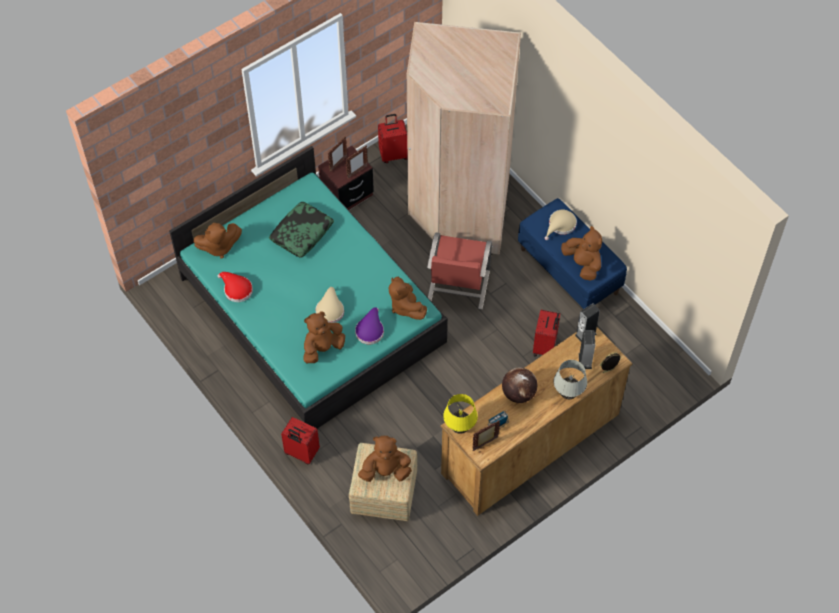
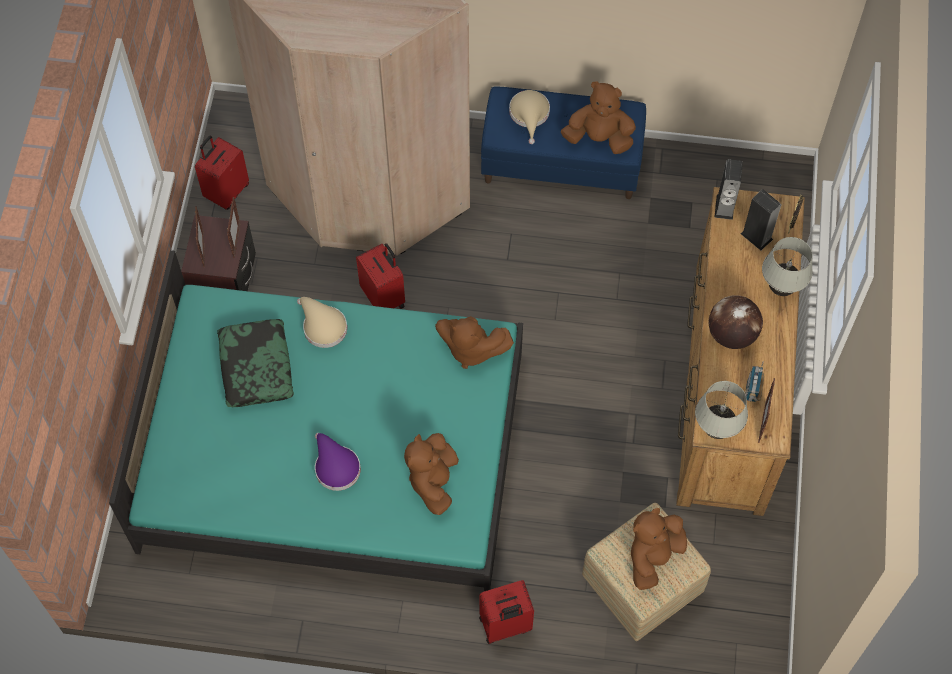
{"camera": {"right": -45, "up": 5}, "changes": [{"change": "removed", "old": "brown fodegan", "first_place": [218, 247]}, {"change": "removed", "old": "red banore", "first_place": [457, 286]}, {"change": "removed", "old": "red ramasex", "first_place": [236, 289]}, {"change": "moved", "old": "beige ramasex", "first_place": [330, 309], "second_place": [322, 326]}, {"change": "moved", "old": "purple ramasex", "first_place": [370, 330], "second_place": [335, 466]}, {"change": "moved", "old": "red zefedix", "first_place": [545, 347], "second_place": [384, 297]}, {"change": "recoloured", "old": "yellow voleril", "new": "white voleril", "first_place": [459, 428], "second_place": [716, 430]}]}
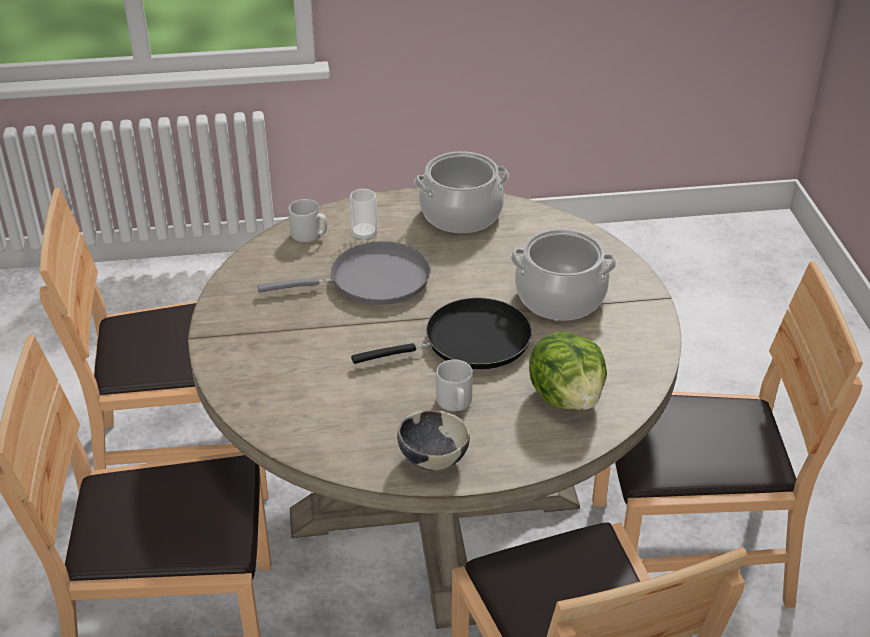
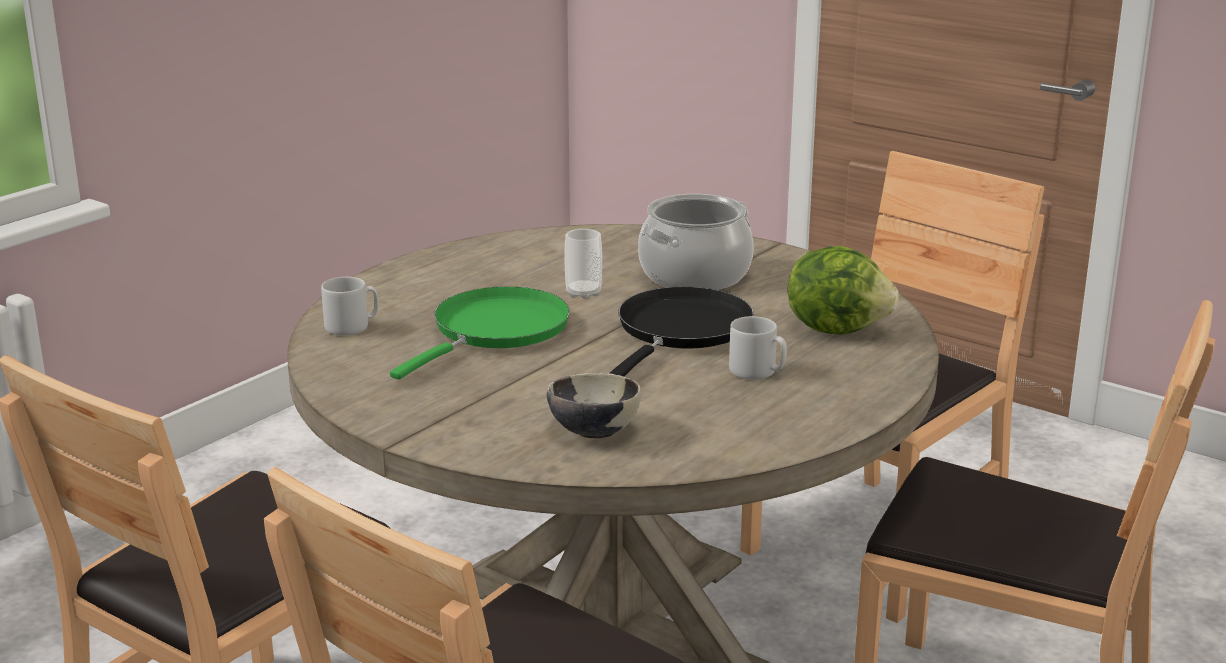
{"camera": {"right": -45, "up": -15}, "changes": [{"change": "removed", "old": "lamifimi", "first_place": [461, 215]}, {"change": "moved", "old": "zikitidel", "first_place": [364, 234], "second_place": [583, 294]}, {"change": "recoloured", "old": "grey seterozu", "new": "green seterozu", "first_place": [372, 281], "second_place": [495, 331]}, {"change": "moved", "old": "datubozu", "first_place": [432, 459], "second_place": [593, 432]}]}
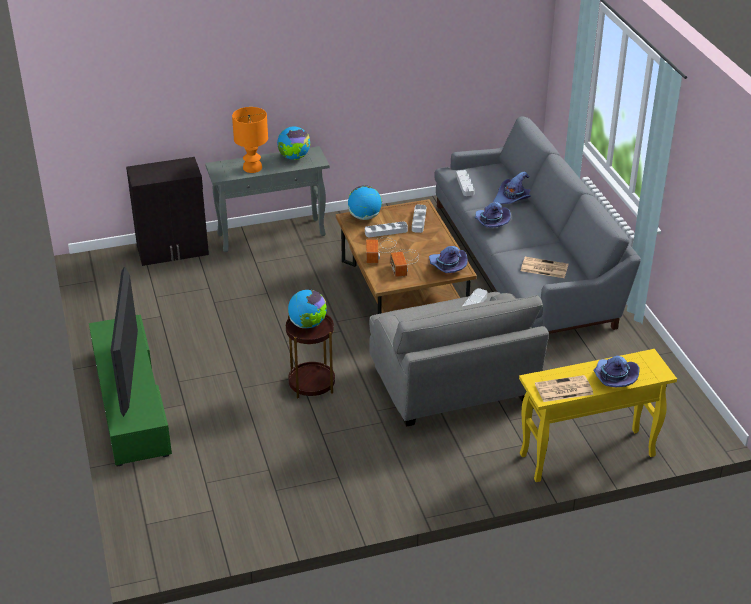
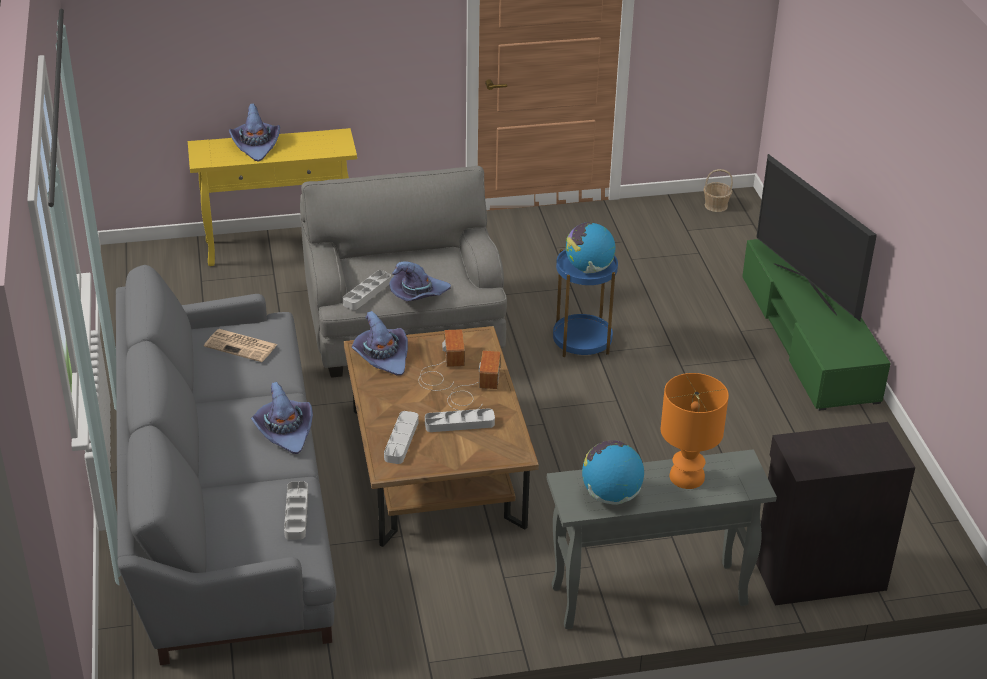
{"camera": {"right": -175, "up": 0}, "changes": [{"change": "moved", "old": "purple ramasex", "first_place": [513, 198], "second_place": [418, 293]}, {"change": "removed", "old": "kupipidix", "first_place": [364, 217]}, {"change": "turned", "old": "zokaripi", "first_place": [131, 379], "second_place": [805, 288], "degrees": 150}, {"change": "recoloured", "old": "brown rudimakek", "new": "blue rudimakek", "first_place": [312, 384], "second_place": [582, 342]}, {"change": "removed", "old": "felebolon", "first_place": [563, 389]}, {"change": "added", "new": "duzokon", "second_place": [715, 205]}]}
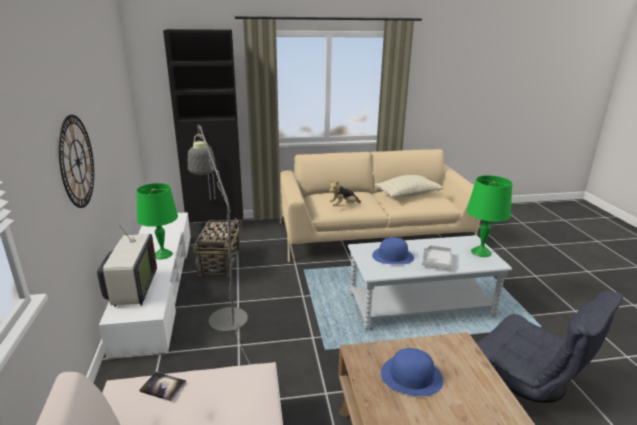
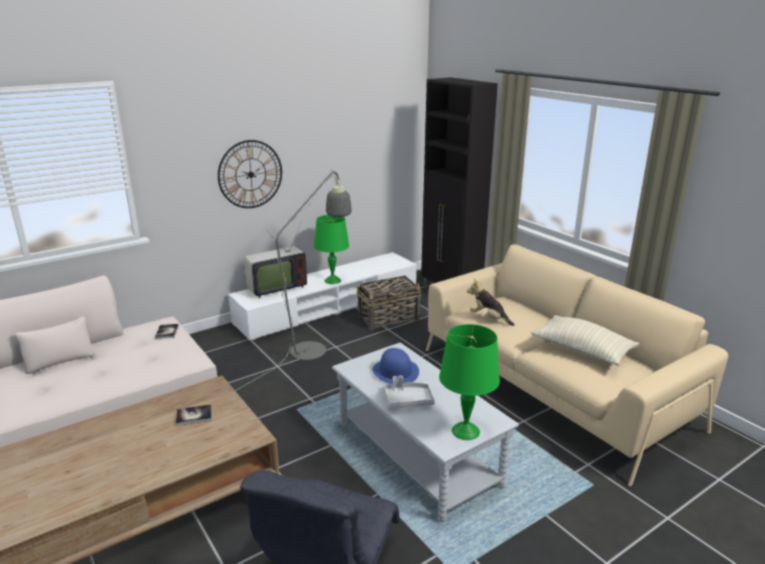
{"camera": {"right": 65, "up": 0}, "changes": [{"change": "replaced", "old": "blue ramasex", "new": "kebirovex", "first_place": [411, 376], "second_place": [194, 416]}]}
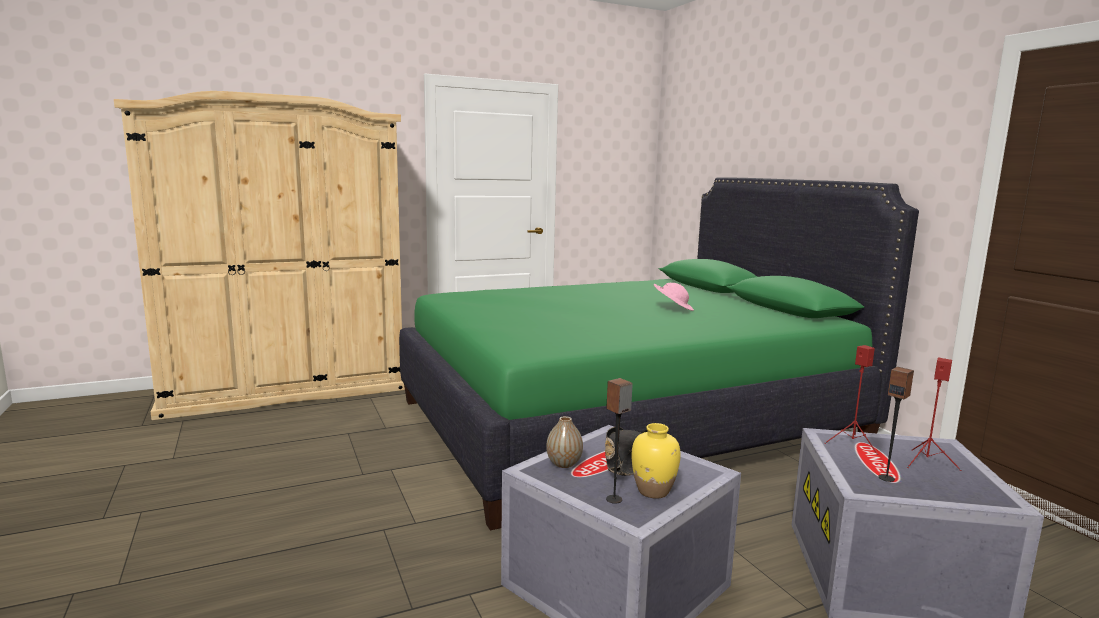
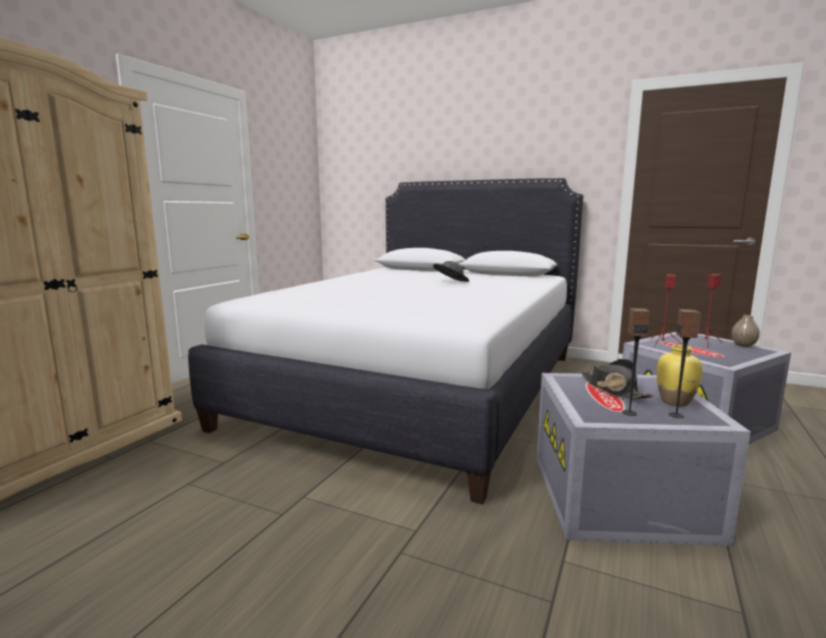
{"camera": {"right": -40, "up": 0}, "changes": [{"change": "recoloured", "old": "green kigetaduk", "new": "white kigetaduk", "first_place": [626, 422], "second_place": [419, 387]}, {"change": "recoloured", "old": "pink ramasex", "new": "grey ramasex", "first_place": [672, 308], "second_place": [450, 282]}, {"change": "moved", "old": "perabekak", "first_place": [886, 478], "second_place": [629, 413]}, {"change": "moved", "old": "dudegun", "first_place": [564, 464], "second_place": [743, 345]}]}
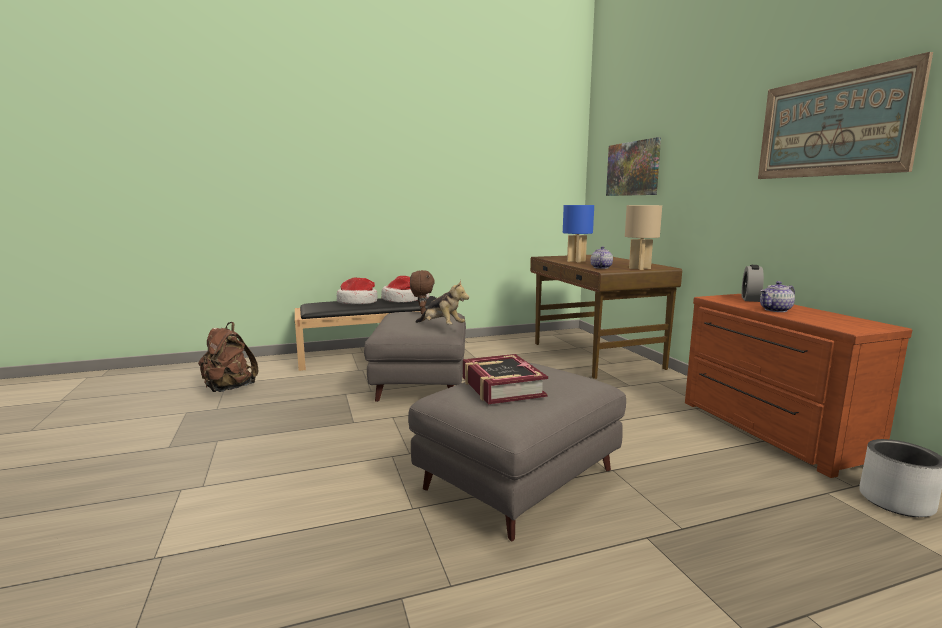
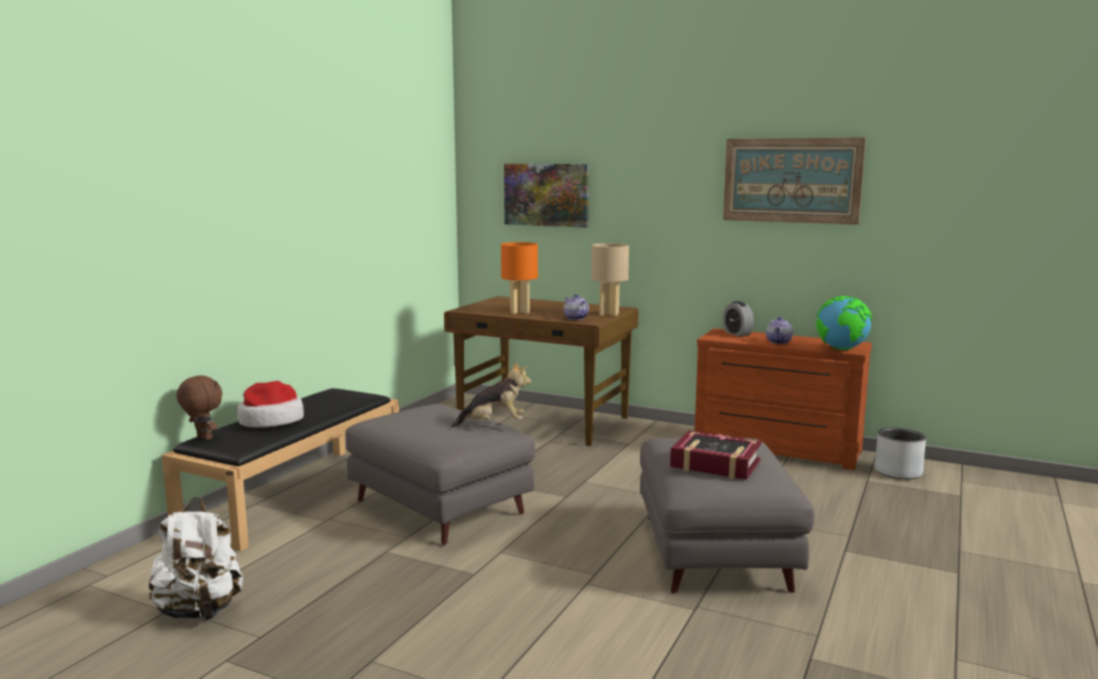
{"camera": {"right": -45, "up": 0}, "changes": [{"change": "recoloured", "old": "blue voleril", "new": "orange voleril", "first_place": [576, 261], "second_place": [519, 311]}, {"change": "moved", "old": "brown fodegan", "first_place": [422, 312], "second_place": [203, 438]}, {"change": "removed", "old": "ramasex", "first_place": [402, 300]}, {"change": "recoloured", "old": "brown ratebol", "new": "white ratebol", "first_place": [228, 389], "second_place": [200, 611]}, {"change": "added", "new": "kupipidix", "second_place": [842, 349]}]}
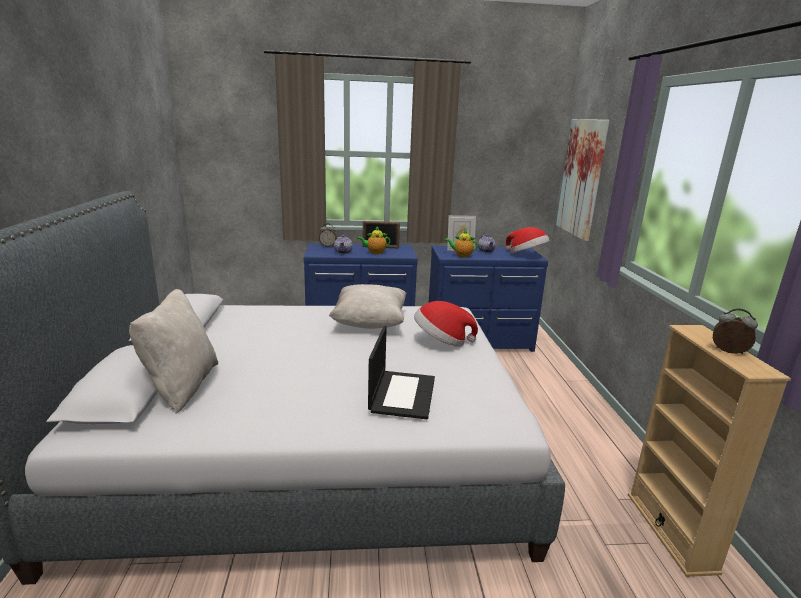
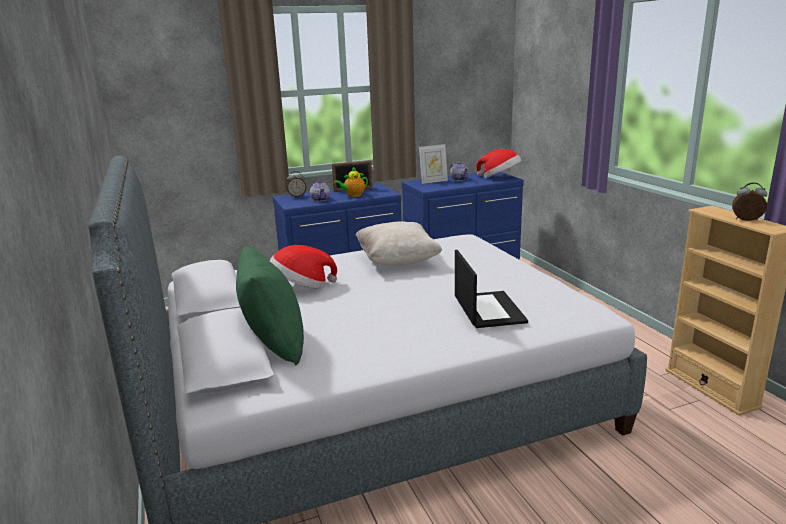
{"camera": {"right": -15, "up": 0}, "changes": [{"change": "removed", "old": "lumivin", "first_place": [581, 178]}, {"change": "removed", "old": "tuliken", "first_place": [461, 255]}, {"change": "recoloured", "old": "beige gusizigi", "new": "green gusizigi", "first_place": [181, 386], "second_place": [274, 344]}, {"change": "moved", "old": "ramasex", "first_place": [441, 341], "second_place": [302, 287]}]}
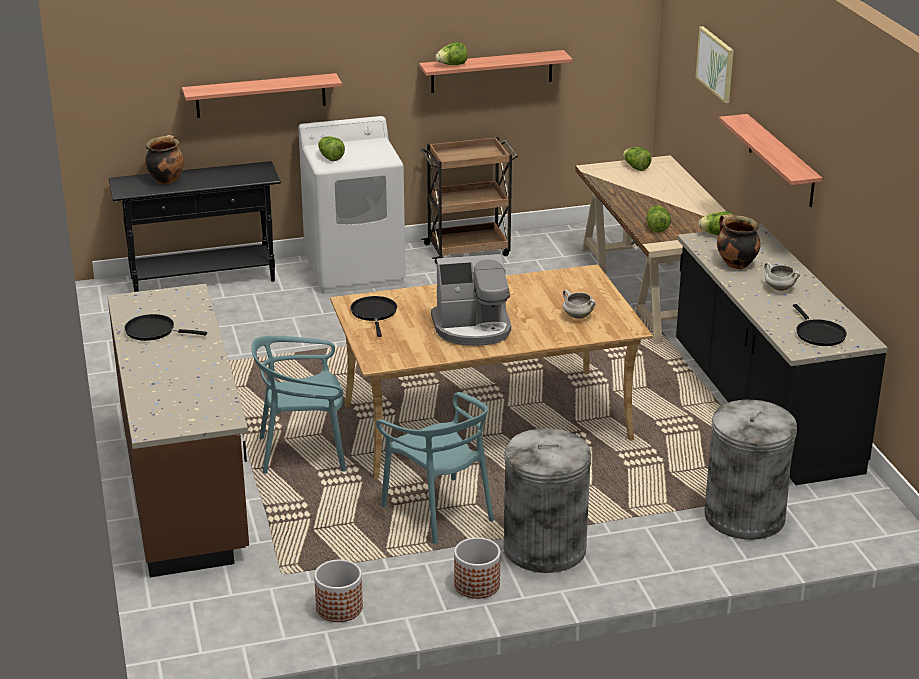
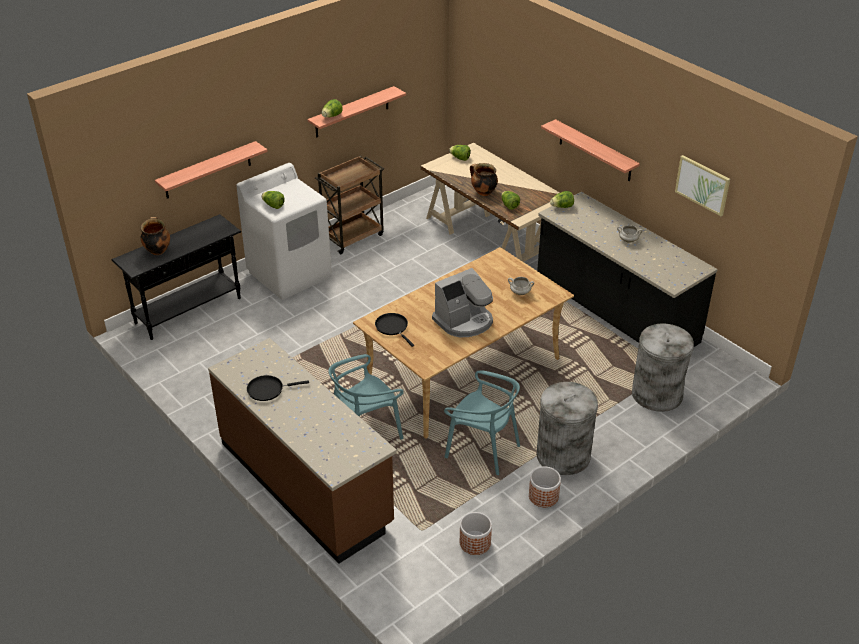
{"camera": {"right": -25, "up": 10}, "changes": [{"change": "moved", "old": "lumivin", "first_place": [716, 64], "second_place": [702, 185]}, {"change": "moved", "old": "lamifimi", "first_place": [735, 264], "second_place": [483, 192]}, {"change": "removed", "old": "black seterozu", "first_place": [818, 334]}]}
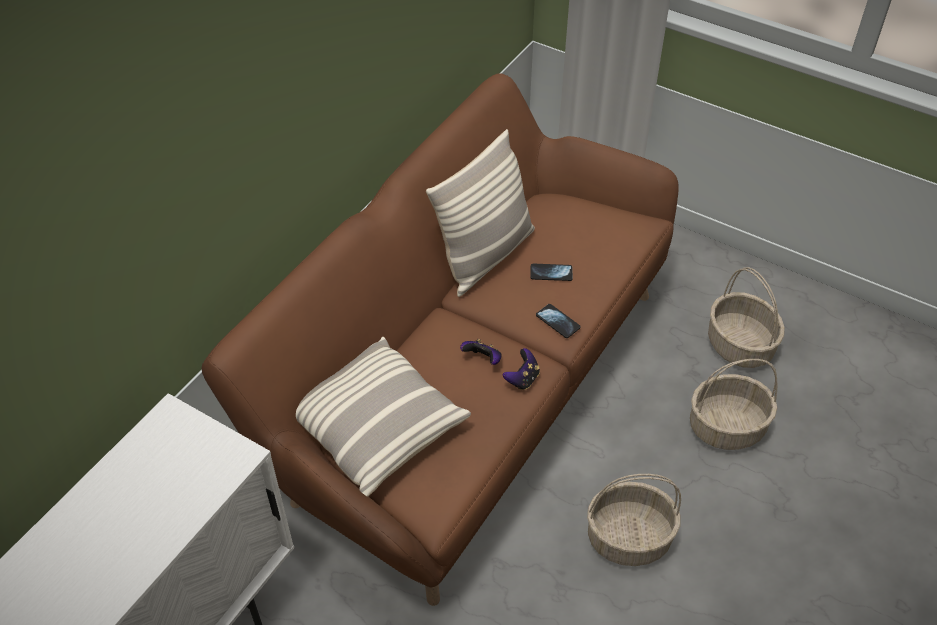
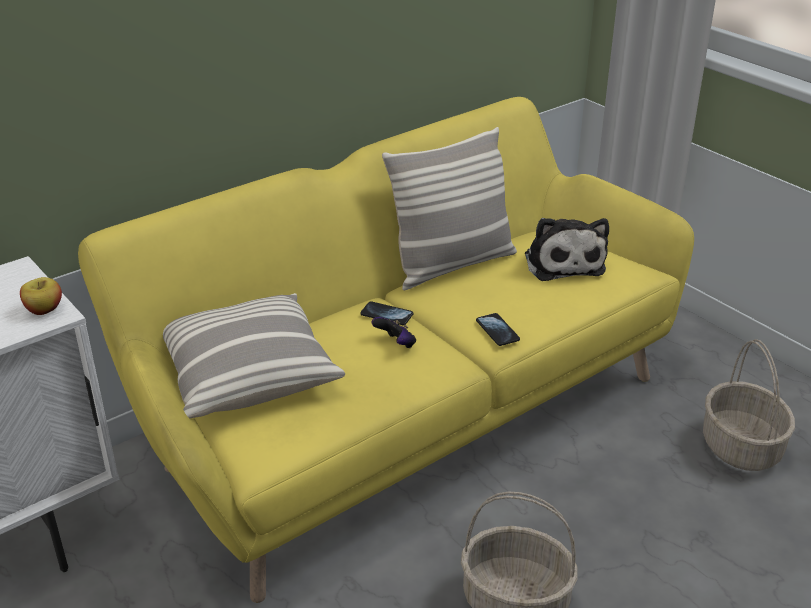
{"camera": {"right": 20, "up": -15}, "changes": [{"change": "recoloured", "old": "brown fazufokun", "new": "yellow fazufokun", "first_place": [469, 391], "second_place": [406, 416]}, {"change": "moved", "old": "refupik", "first_place": [551, 273], "second_place": [386, 315]}, {"change": "removed", "old": "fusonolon", "first_place": [522, 379]}, {"change": "removed", "old": "duzokon", "first_place": [726, 428]}, {"change": "added", "new": "fodegan", "second_place": [563, 262]}, {"change": "added", "new": "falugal", "second_place": [44, 309]}]}
